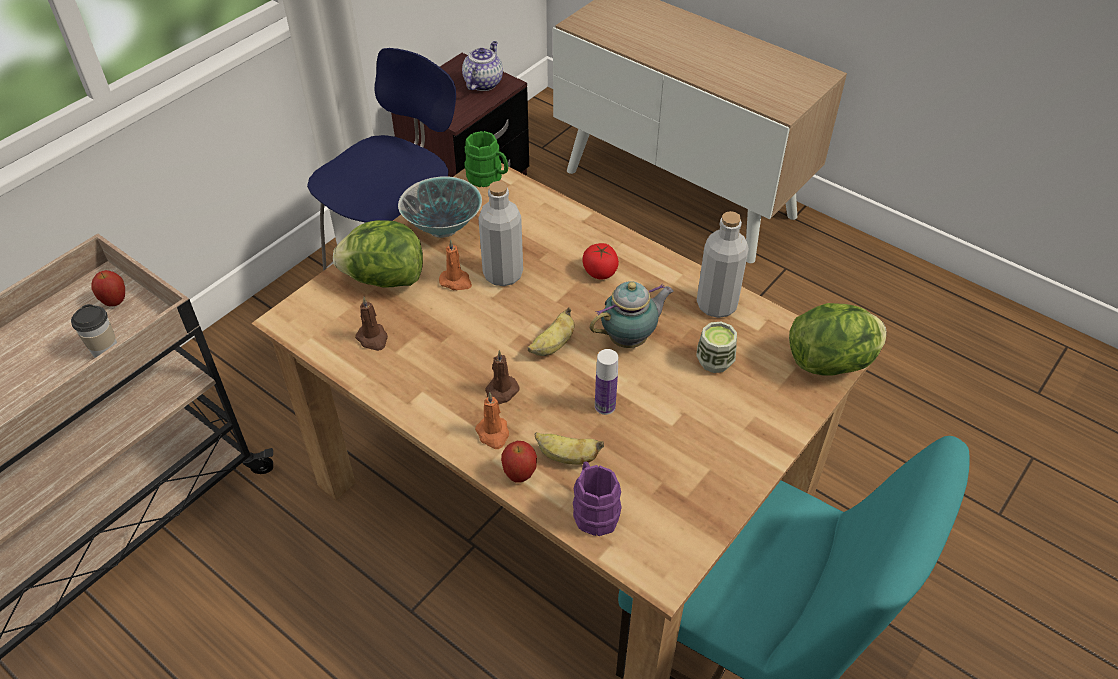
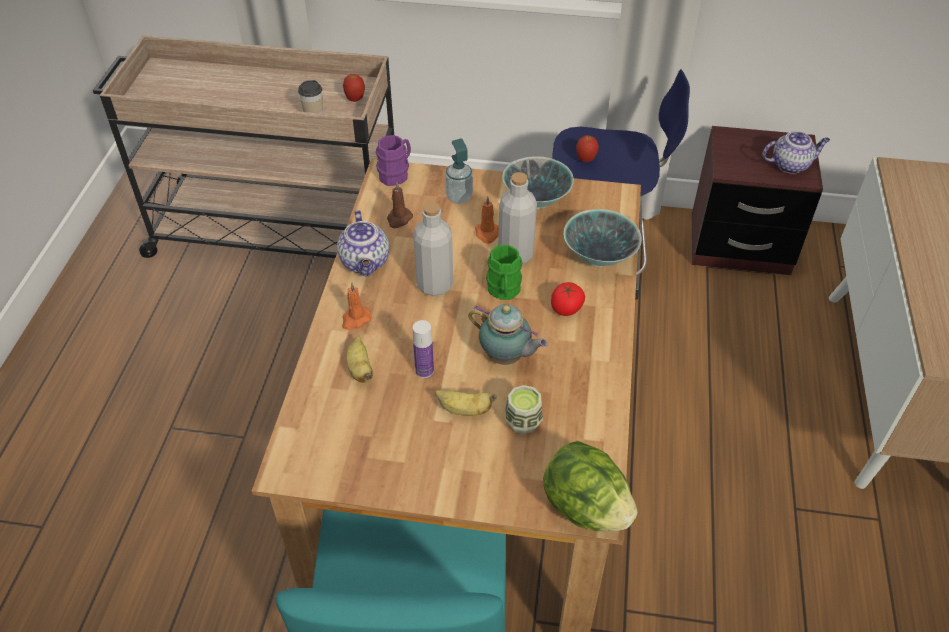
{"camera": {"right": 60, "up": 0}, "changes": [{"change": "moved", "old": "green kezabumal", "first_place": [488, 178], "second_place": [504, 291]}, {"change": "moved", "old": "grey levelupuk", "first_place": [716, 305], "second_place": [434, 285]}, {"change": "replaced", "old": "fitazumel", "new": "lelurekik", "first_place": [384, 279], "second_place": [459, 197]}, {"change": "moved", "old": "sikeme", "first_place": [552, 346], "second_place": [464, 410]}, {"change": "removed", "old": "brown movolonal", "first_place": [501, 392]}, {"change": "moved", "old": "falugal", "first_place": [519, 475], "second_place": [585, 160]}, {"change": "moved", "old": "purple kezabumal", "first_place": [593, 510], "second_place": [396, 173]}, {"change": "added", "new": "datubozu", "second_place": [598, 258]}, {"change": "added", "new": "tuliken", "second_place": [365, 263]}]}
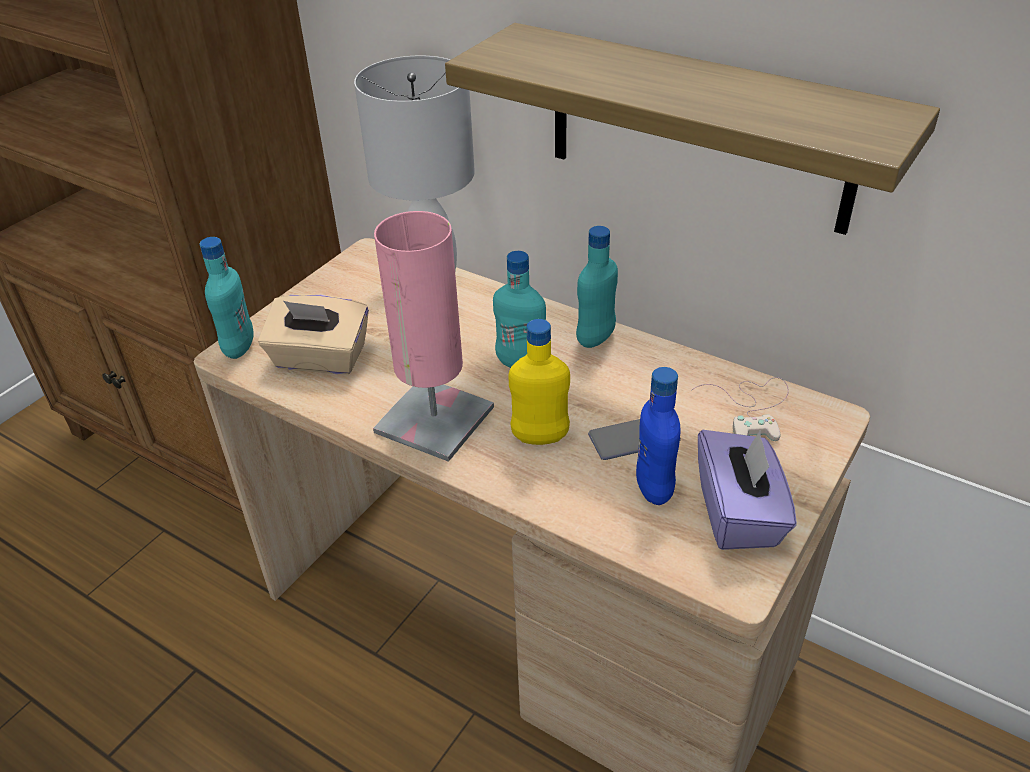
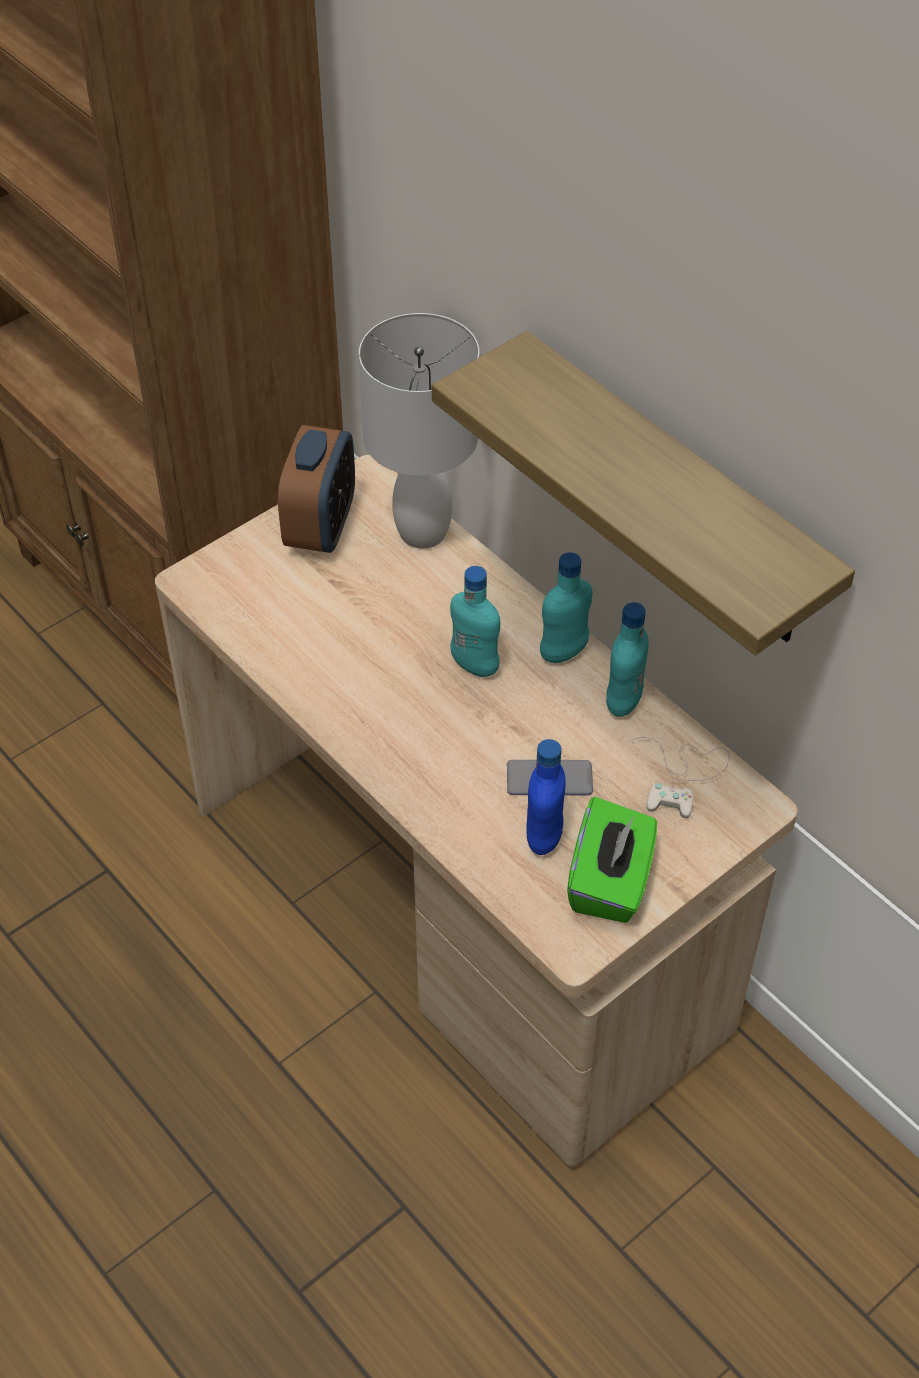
{"camera": {"right": 15, "up": 10}, "changes": [{"change": "removed", "old": "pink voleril", "first_place": [434, 420]}, {"change": "moved", "old": "turquoise levelupuk", "first_place": [239, 347], "second_place": [623, 701]}, {"change": "removed", "old": "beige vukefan", "first_place": [320, 359]}, {"change": "removed", "old": "yellow levelupuk", "first_place": [540, 437]}, {"change": "recoloured", "old": "purple vukefan", "new": "green vukefan", "first_place": [739, 513], "second_place": [610, 882]}, {"change": "added", "new": "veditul", "second_place": [321, 528]}]}
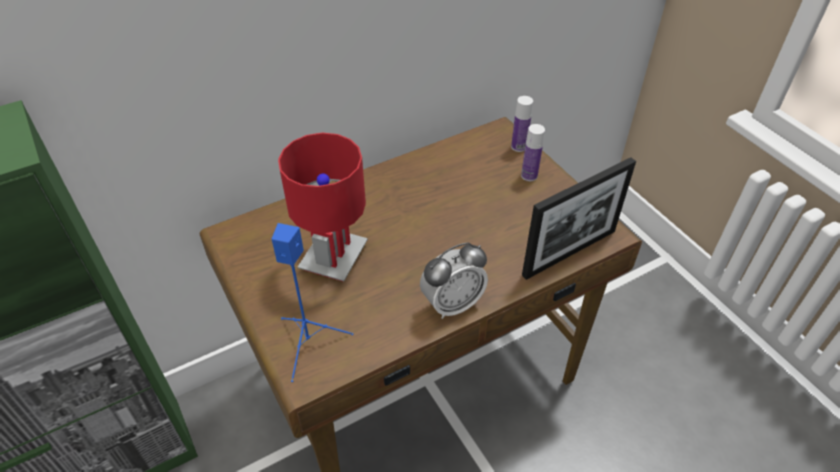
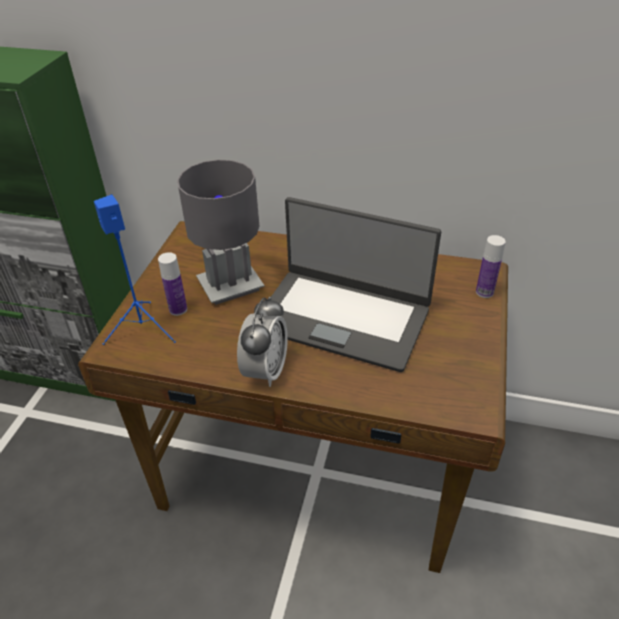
{"camera": {"right": 45, "up": -5}, "changes": [{"change": "moved", "old": "levelupuk", "first_place": [529, 176], "second_place": [178, 309]}, {"change": "recoloured", "old": "red voleril", "new": "grey voleril", "first_place": [333, 257], "second_place": [230, 285]}, {"change": "removed", "old": "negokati", "first_place": [569, 252]}, {"change": "turned", "old": "veditul", "first_place": [452, 304], "second_place": [265, 371], "degrees": -90}, {"change": "added", "new": "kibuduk", "second_place": [342, 317]}]}
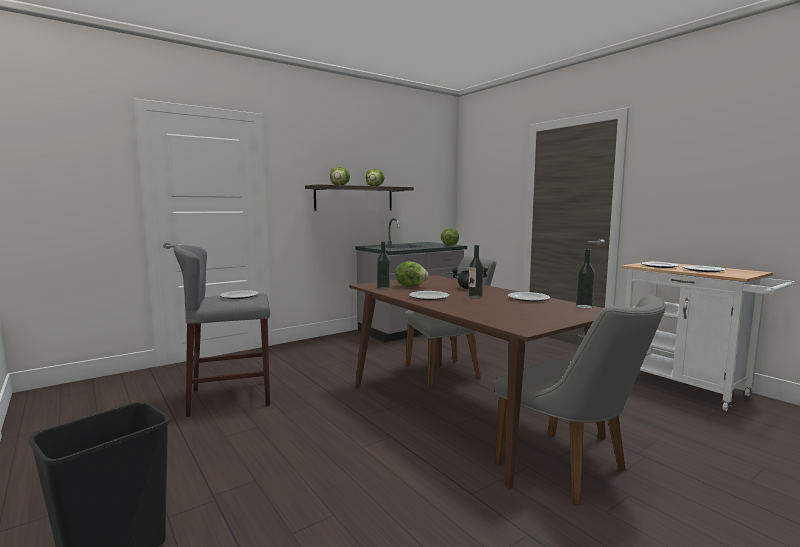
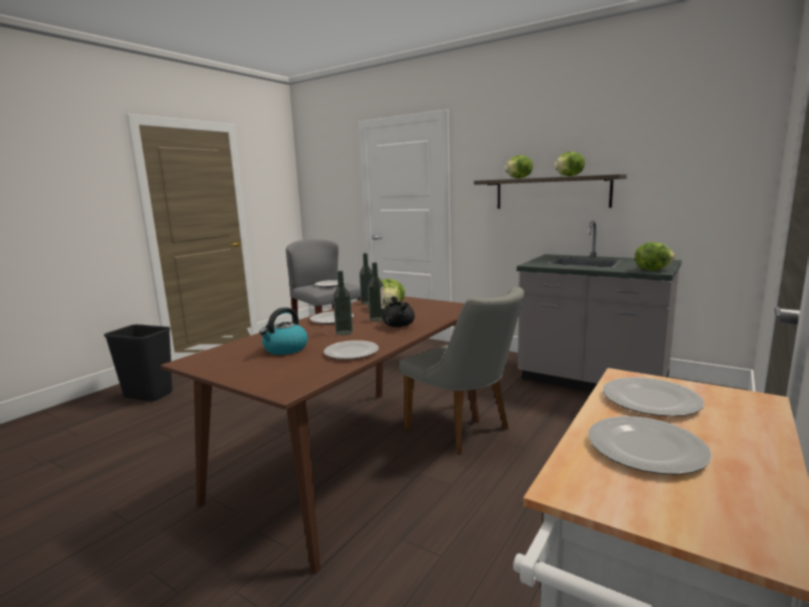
{"camera": {"right": 70, "up": 5}, "changes": [{"change": "moved", "old": "levelupuk", "first_place": [584, 306], "second_place": [377, 319]}, {"change": "removed", "old": "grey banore", "first_place": [571, 470]}, {"change": "added", "new": "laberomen", "second_place": [285, 349]}]}
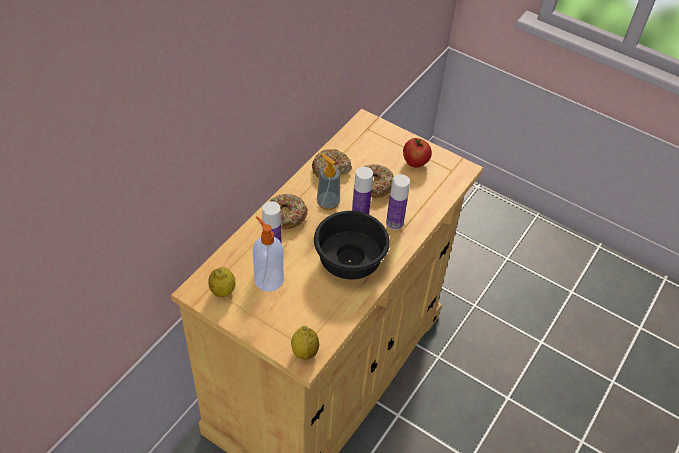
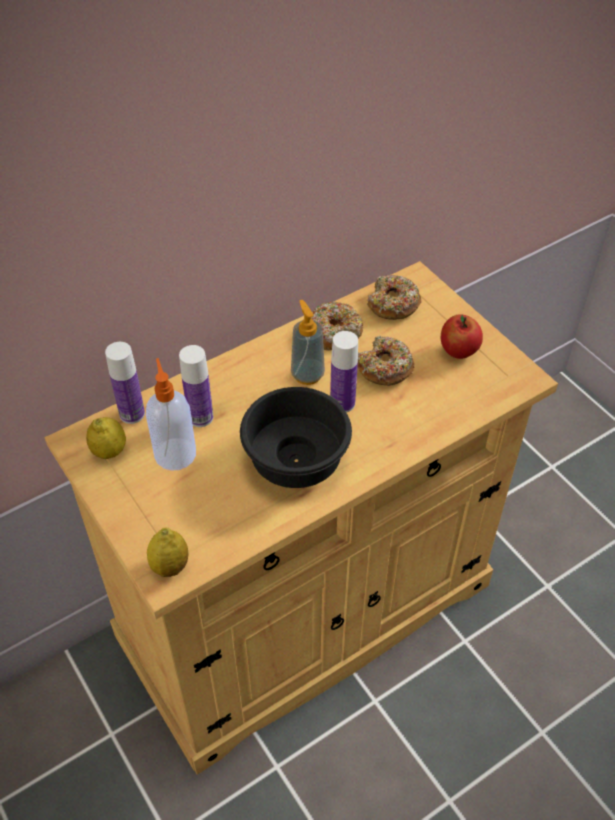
{"camera": {"right": 25, "up": 0}, "changes": [{"change": "moved", "old": "levelupuk", "first_place": [394, 223], "second_place": [132, 414]}, {"change": "moved", "old": "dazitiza", "first_place": [287, 216], "second_place": [393, 304]}]}
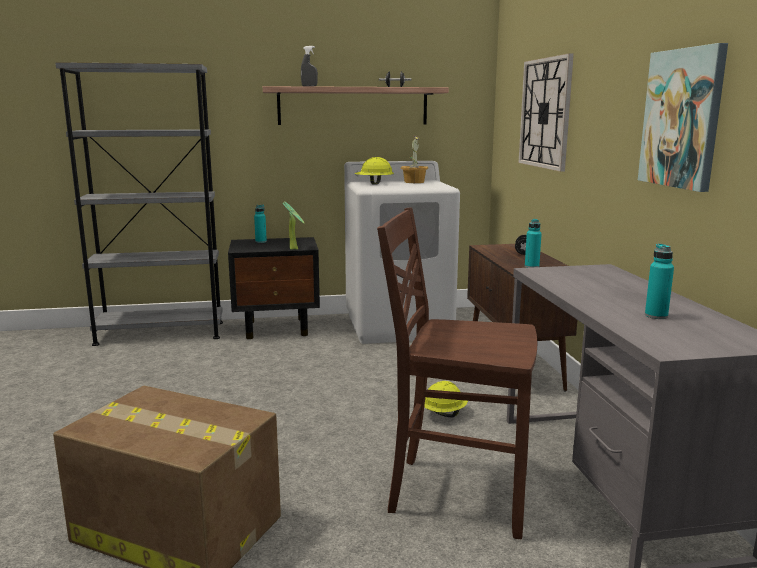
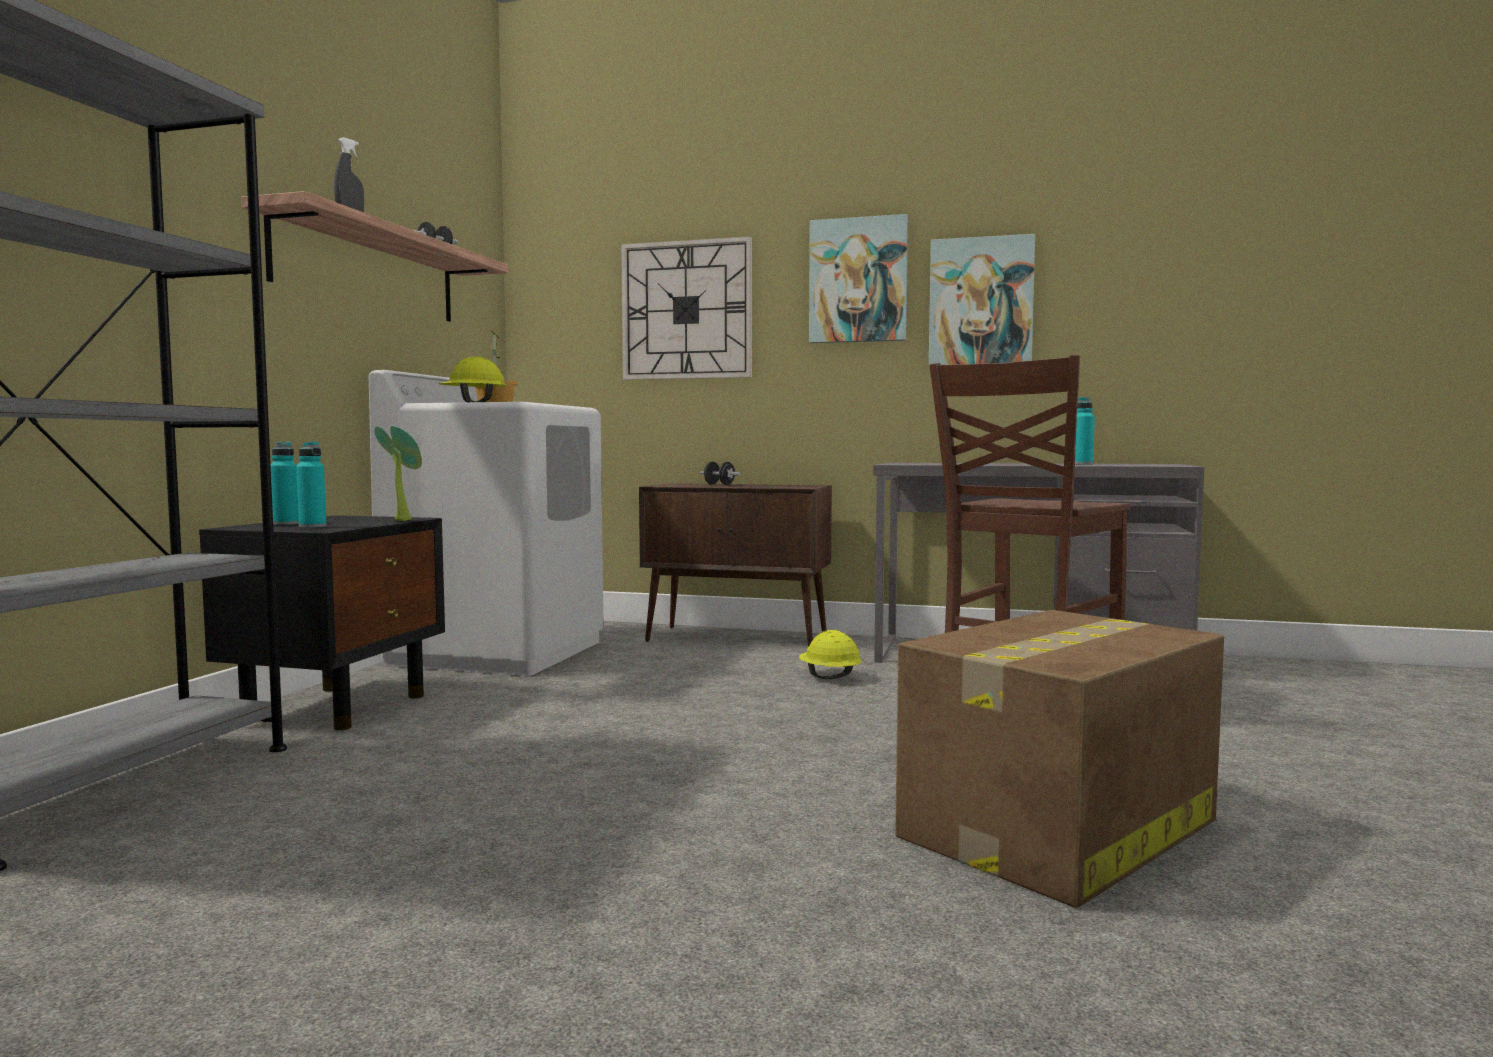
{"camera": {"right": -65, "up": -10}, "changes": [{"change": "moved", "old": "turquoise levelupuk", "first_place": [531, 266], "second_place": [312, 526]}, {"change": "added", "new": "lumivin", "second_place": [858, 280]}]}
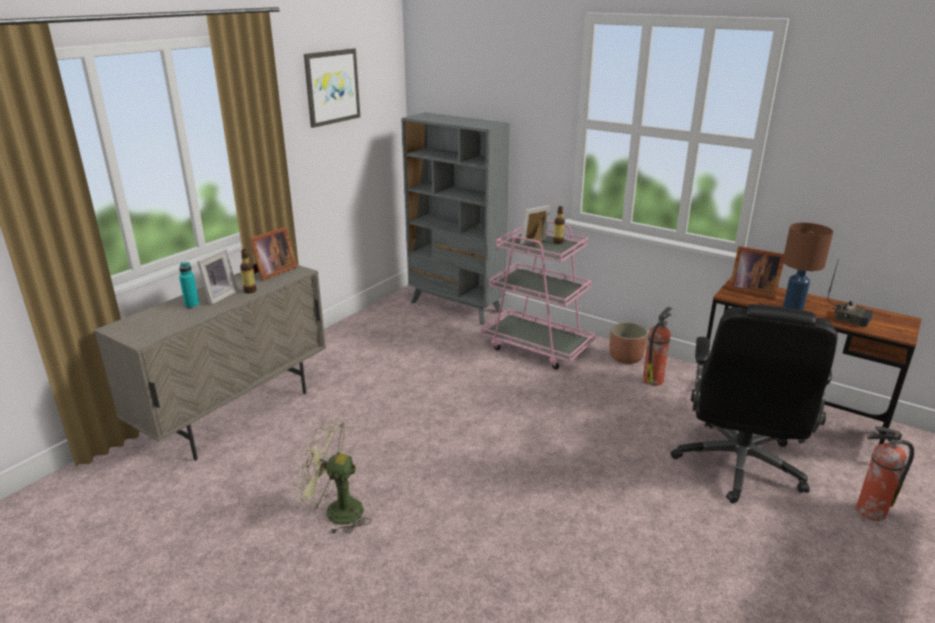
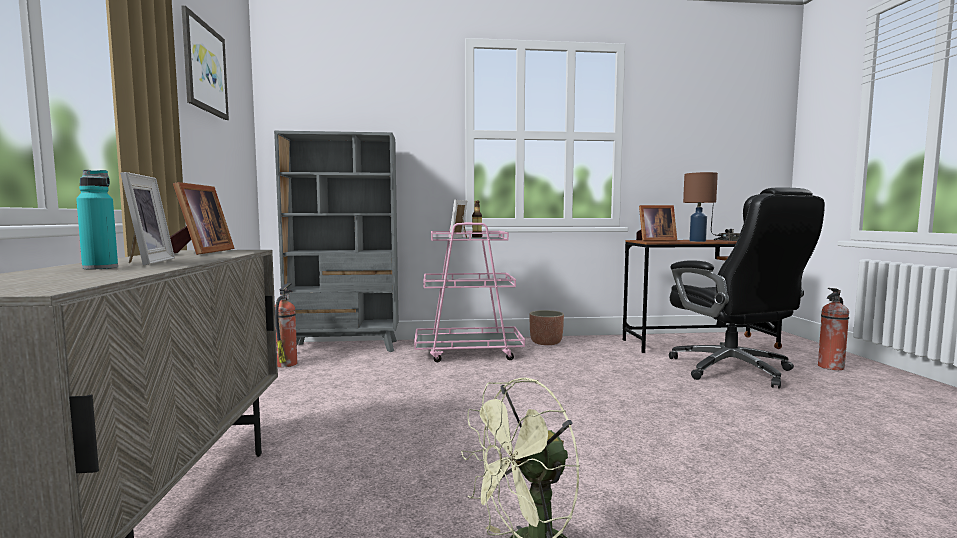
{"camera": {"right": -40, "up": -20}, "changes": [{"change": "removed", "old": "levelupuk", "first_place": [250, 291]}, {"change": "moved", "old": "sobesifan", "first_place": [653, 380], "second_place": [286, 363]}]}
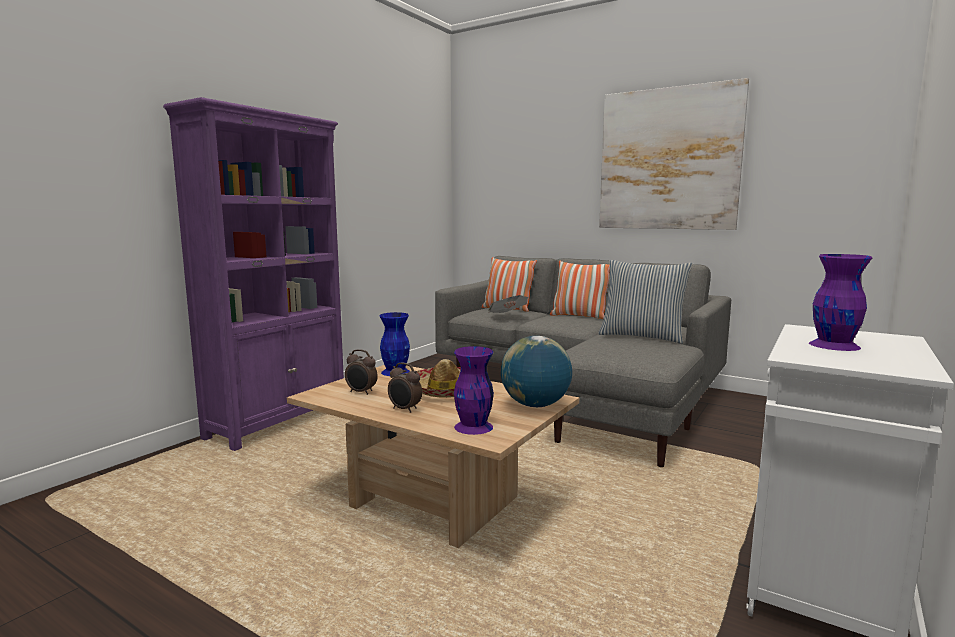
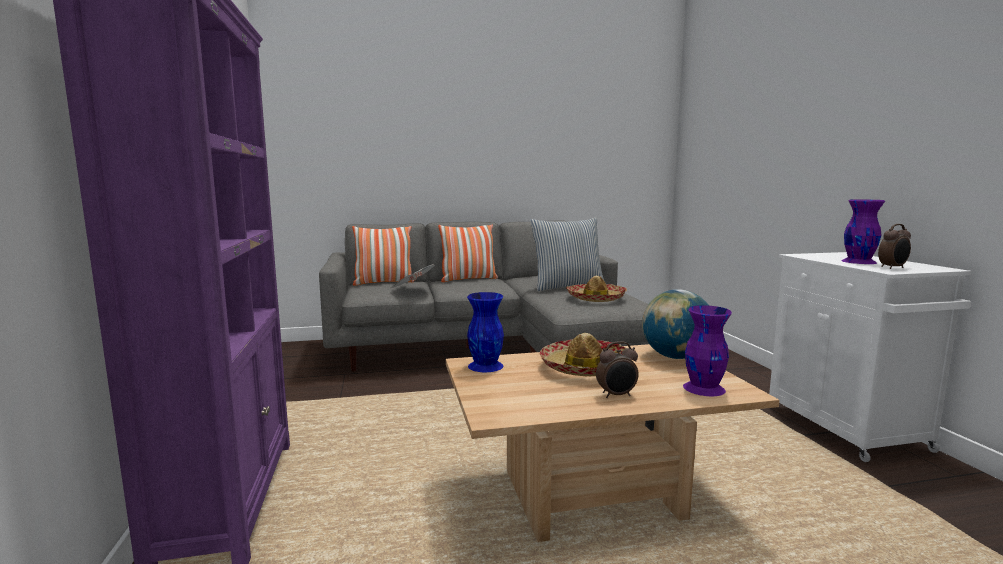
{"camera": {"right": -45, "up": 0}, "changes": [{"change": "removed", "old": "lumivin", "first_place": [668, 159]}, {"change": "moved", "old": "veditul", "first_place": [361, 392], "second_place": [893, 268]}, {"change": "added", "new": "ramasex", "second_place": [596, 298]}]}
